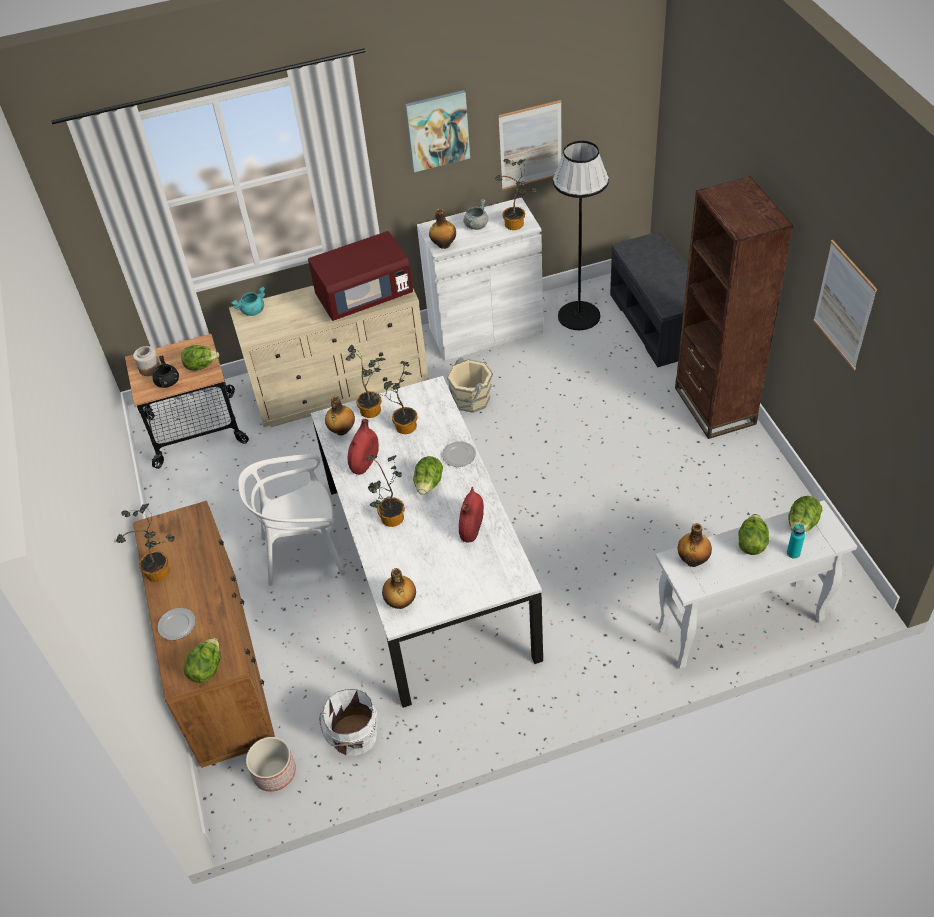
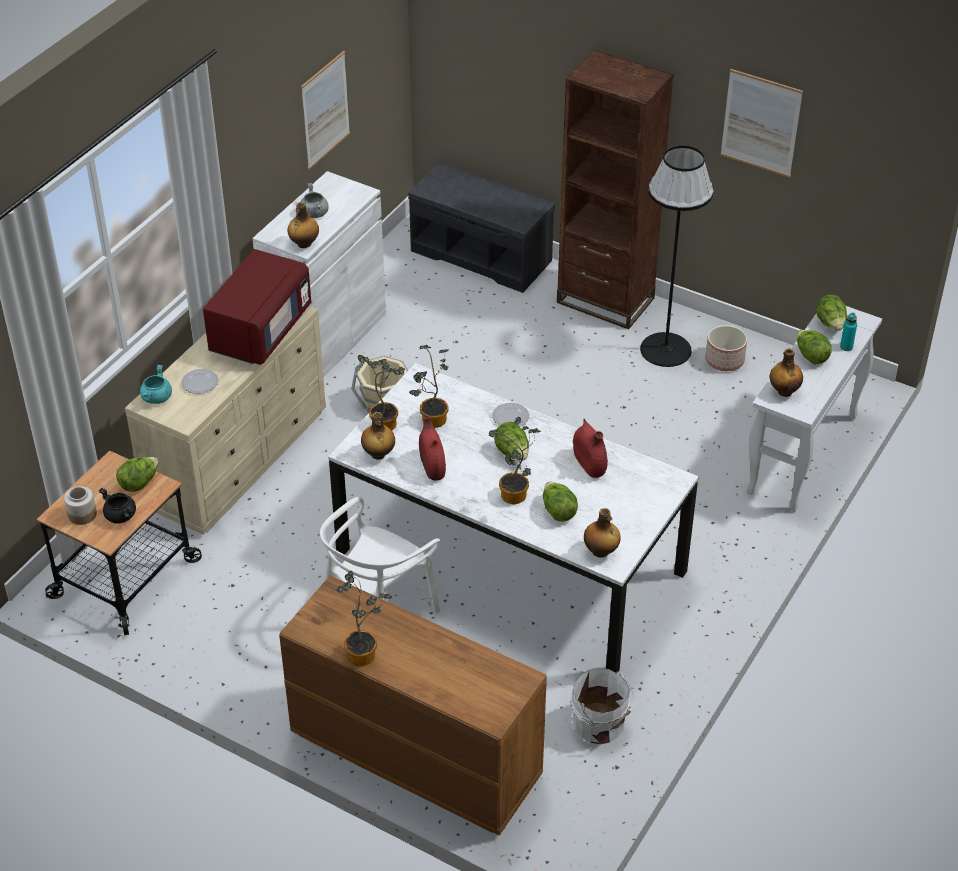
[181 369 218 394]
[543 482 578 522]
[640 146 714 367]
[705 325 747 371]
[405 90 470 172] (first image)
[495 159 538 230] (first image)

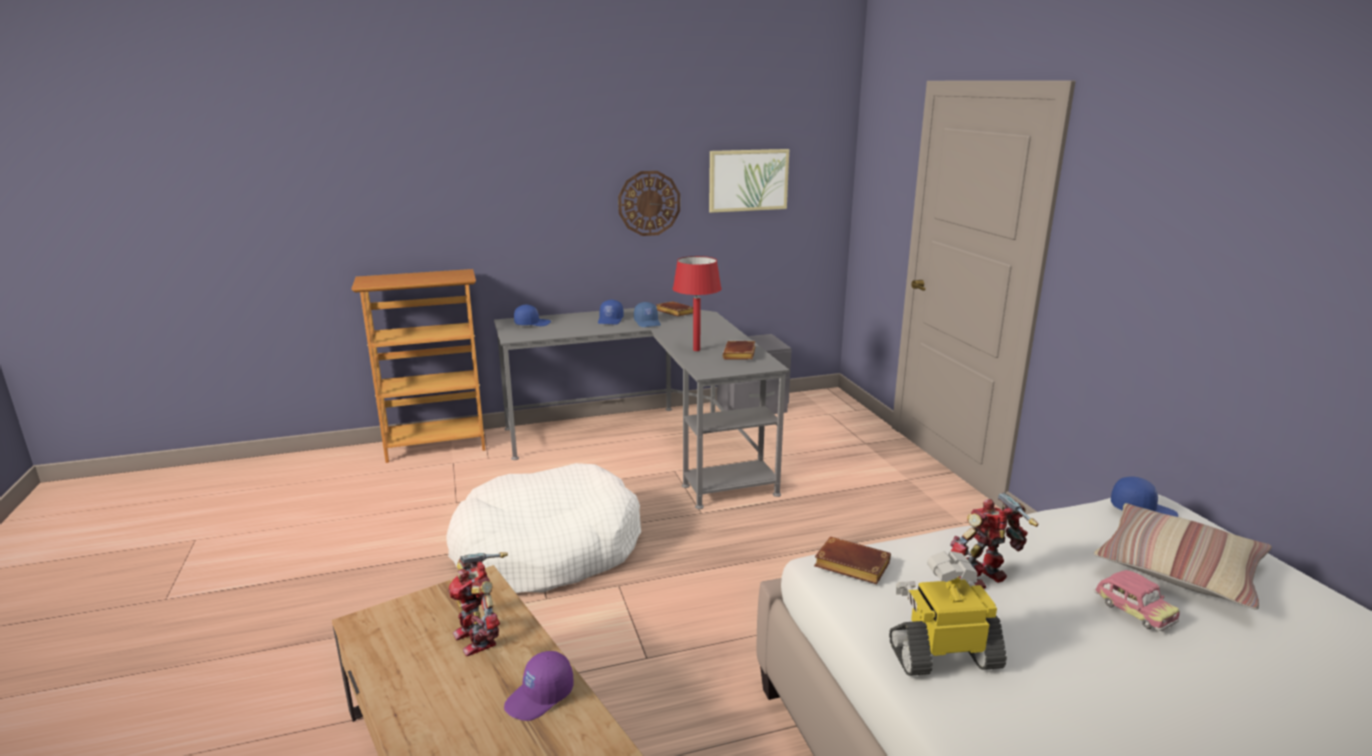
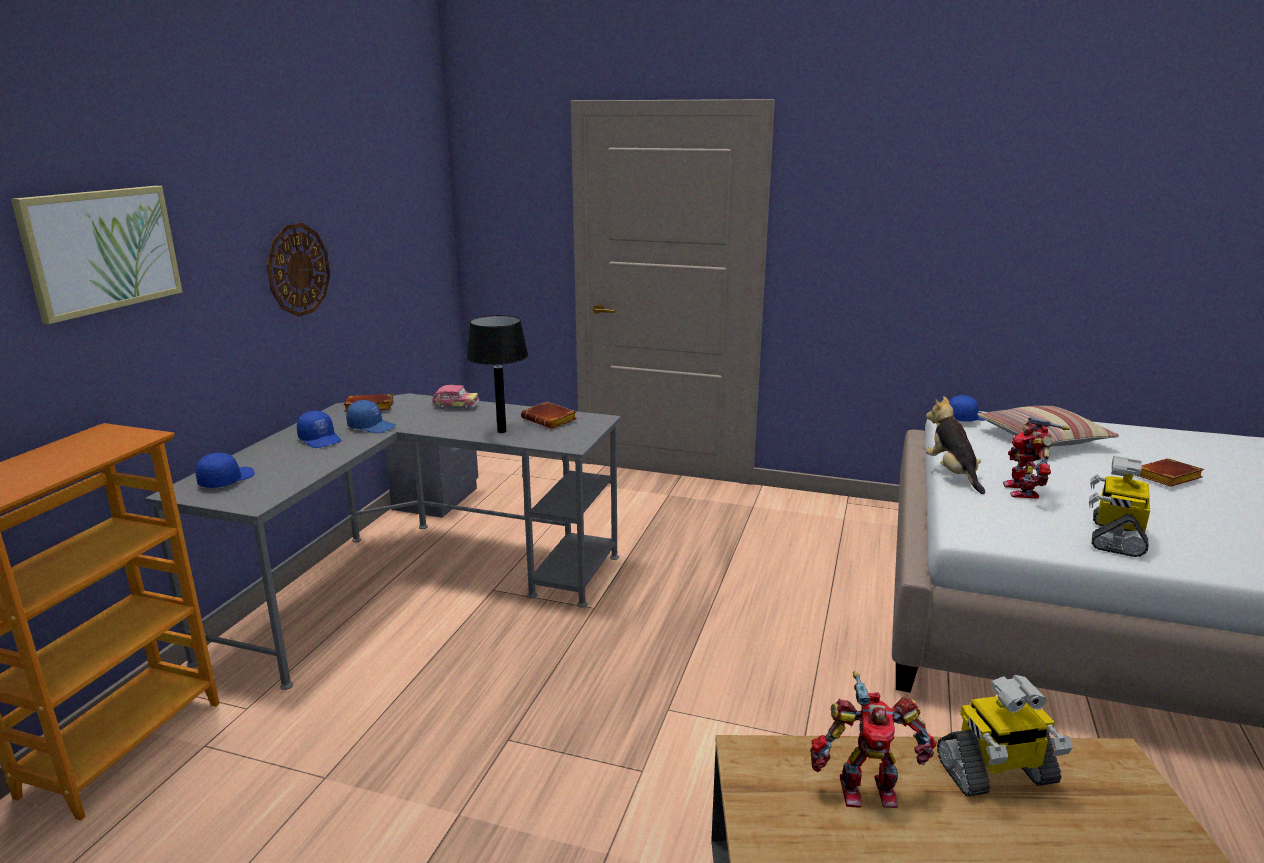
[11 186 182 324]
[431 385 479 410]
[466 315 528 433]
[926 396 985 494]
[937 675 1073 796]
[1136 459 1204 487]
[446 463 641 593] (first image)

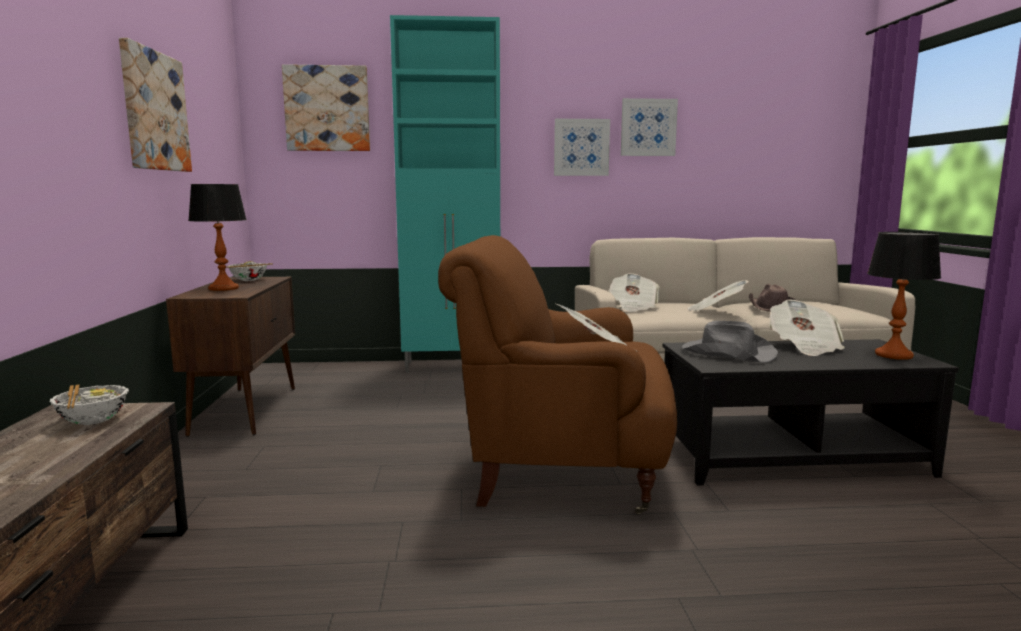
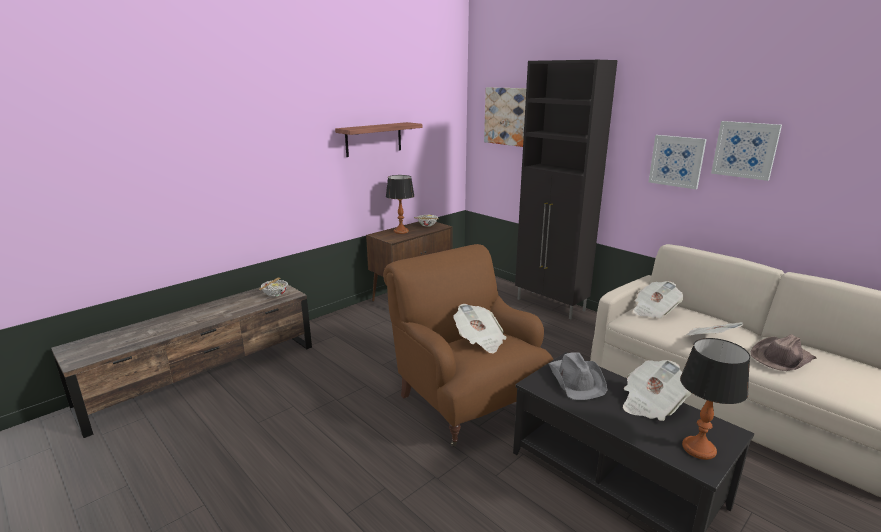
[335 122 422 157]
[515 60 618 319]

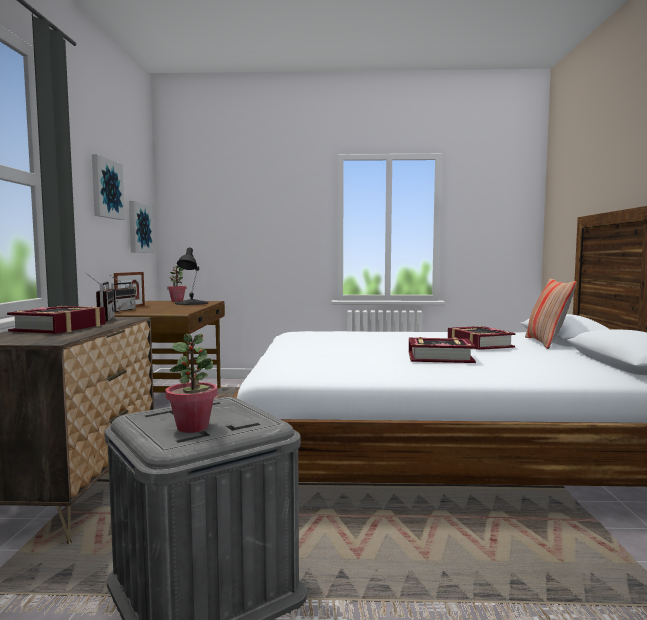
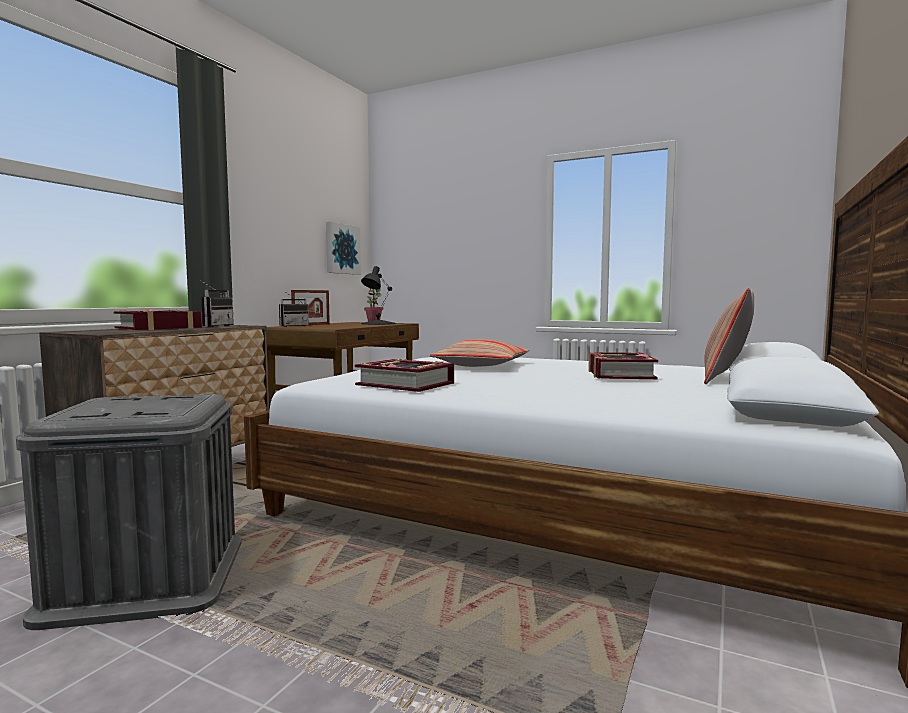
[355 359 454 392]
[430 339 529 367]
[92 154 125 220] (first image)
[165 333 218 433] (first image)

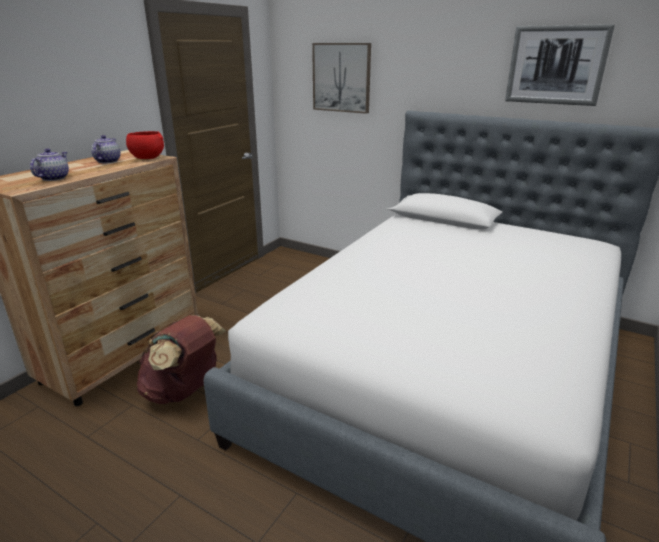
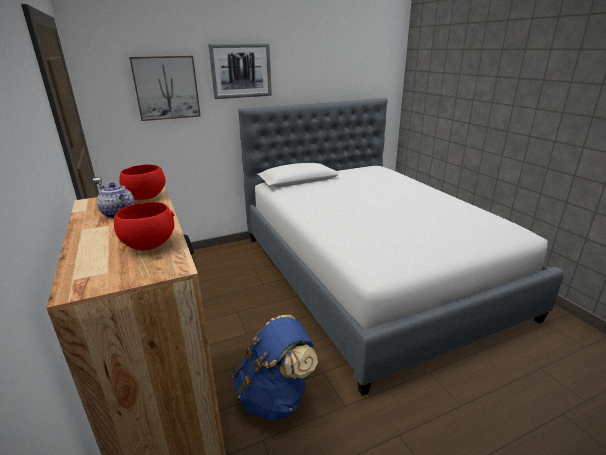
[114 202 174 250]
[208 43 272 99]
[232 315 318 421]

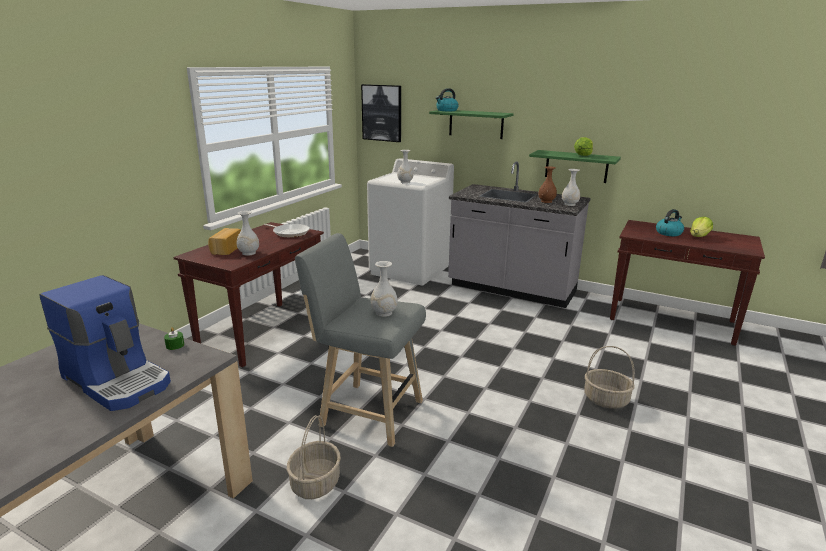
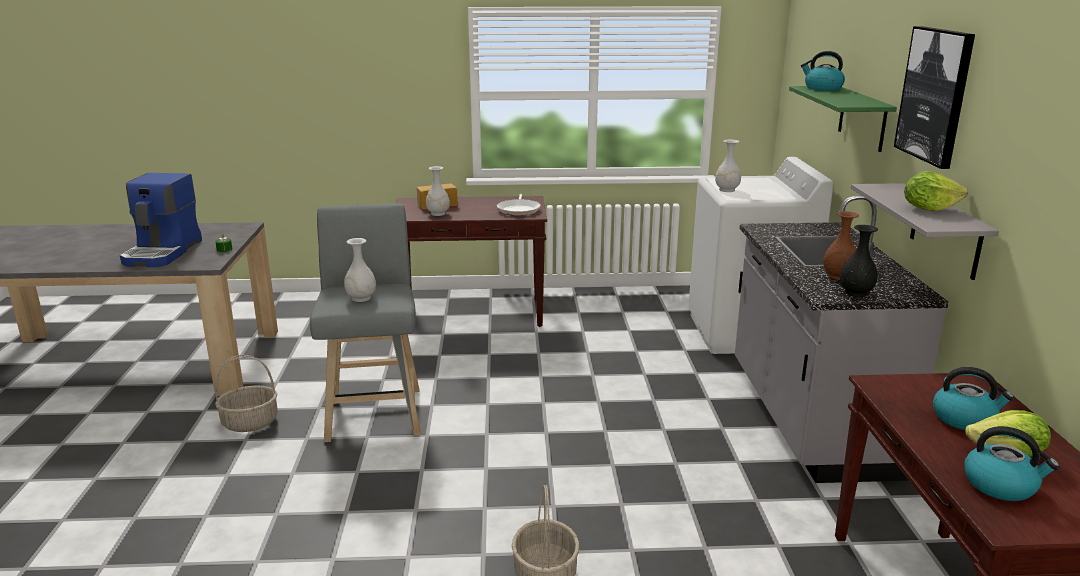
[840 225 878 297]
[851 183 999 280]
[894 26 975 169]
[964 426 1059 501]

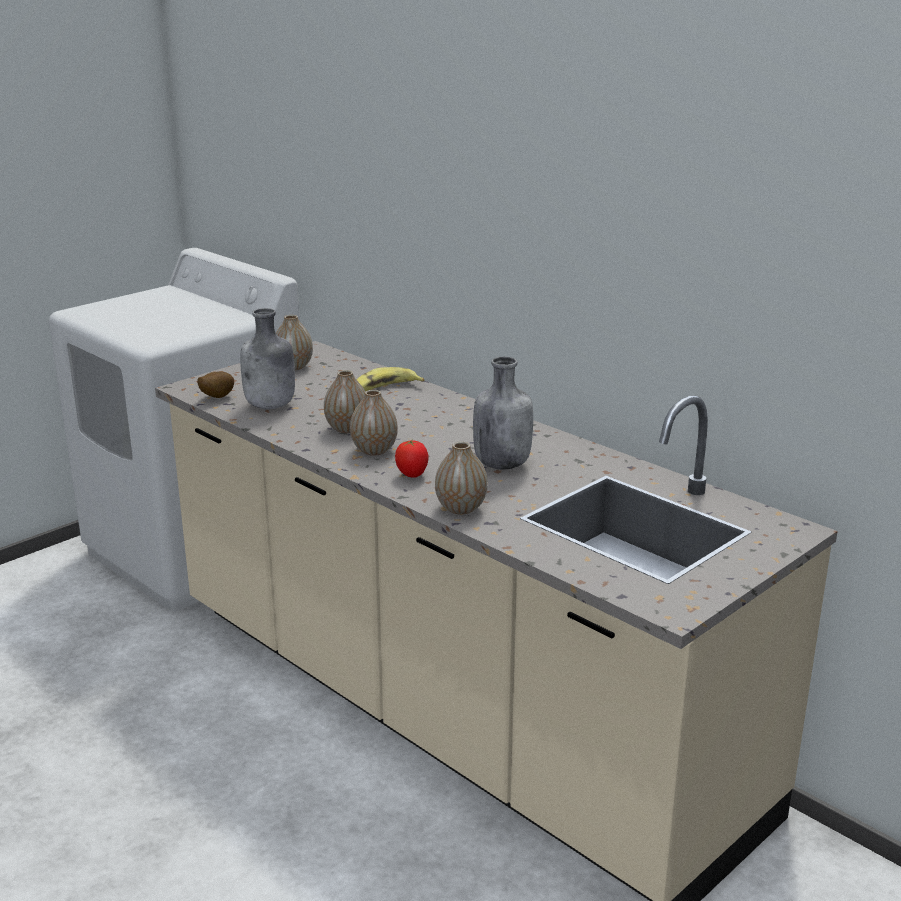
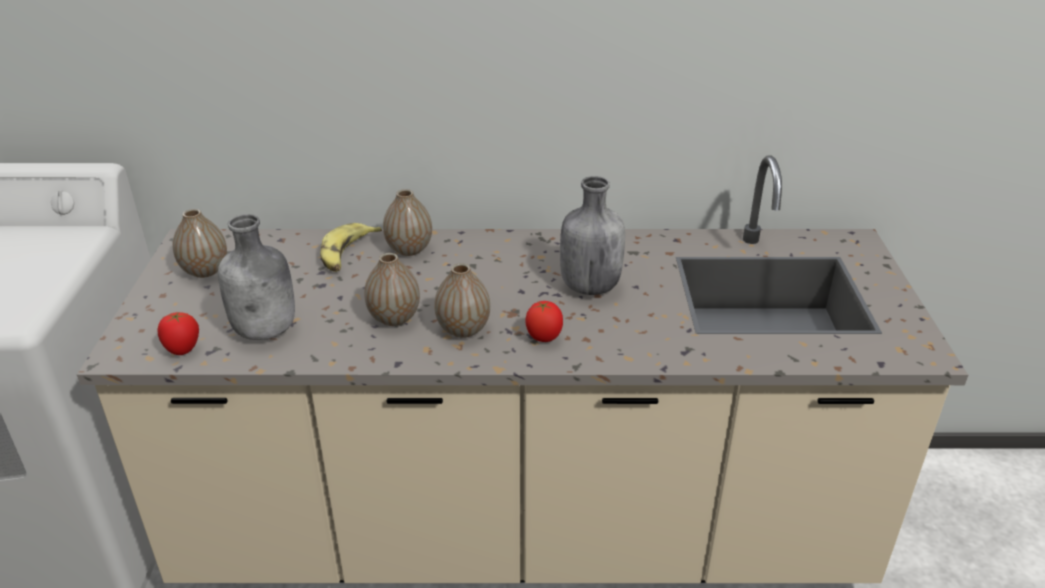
[158 311 199 355]
[383 189 432 256]

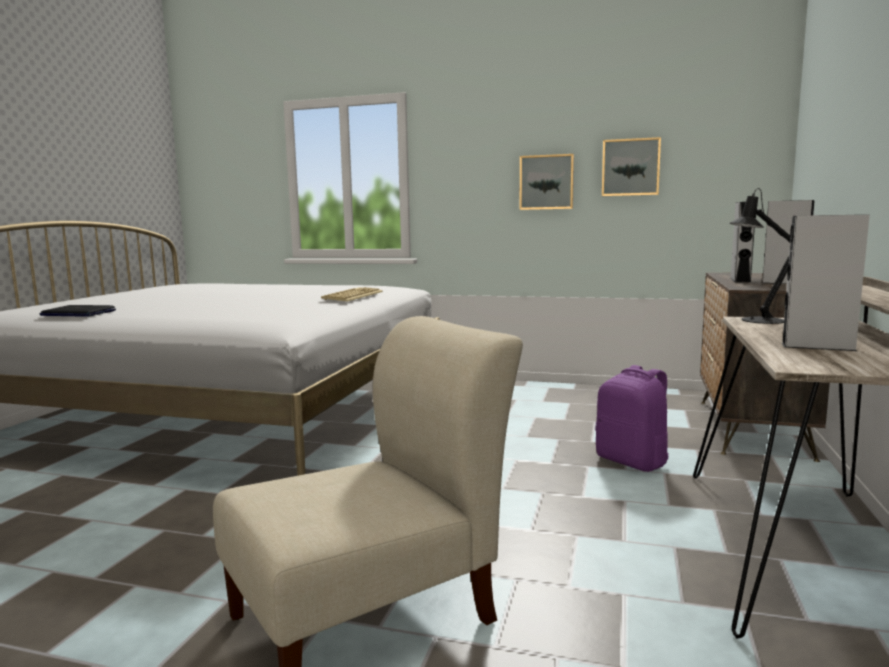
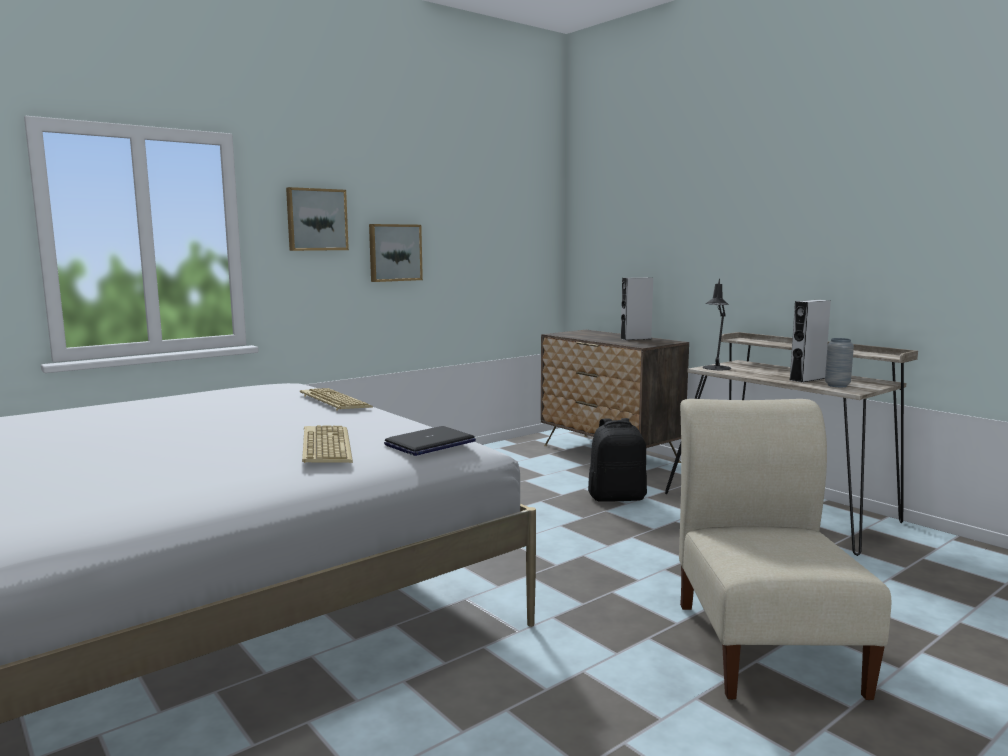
[286 187 349 251]
[302 425 353 463]
[384 426 476 456]
[588 418 647 502]
[825 338 854 387]
[730 202 755 282] (first image)

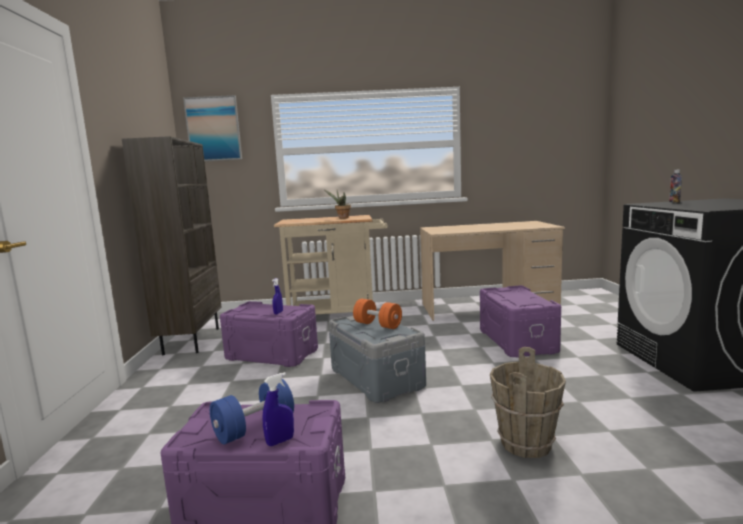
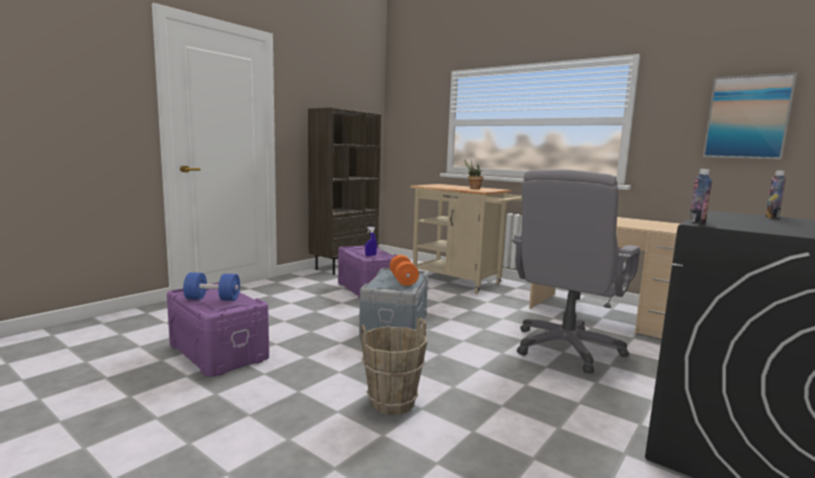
[512 169 640 373]
[689 169 712 224]
[703 73 797 159]
[263 372 294 446] (first image)

